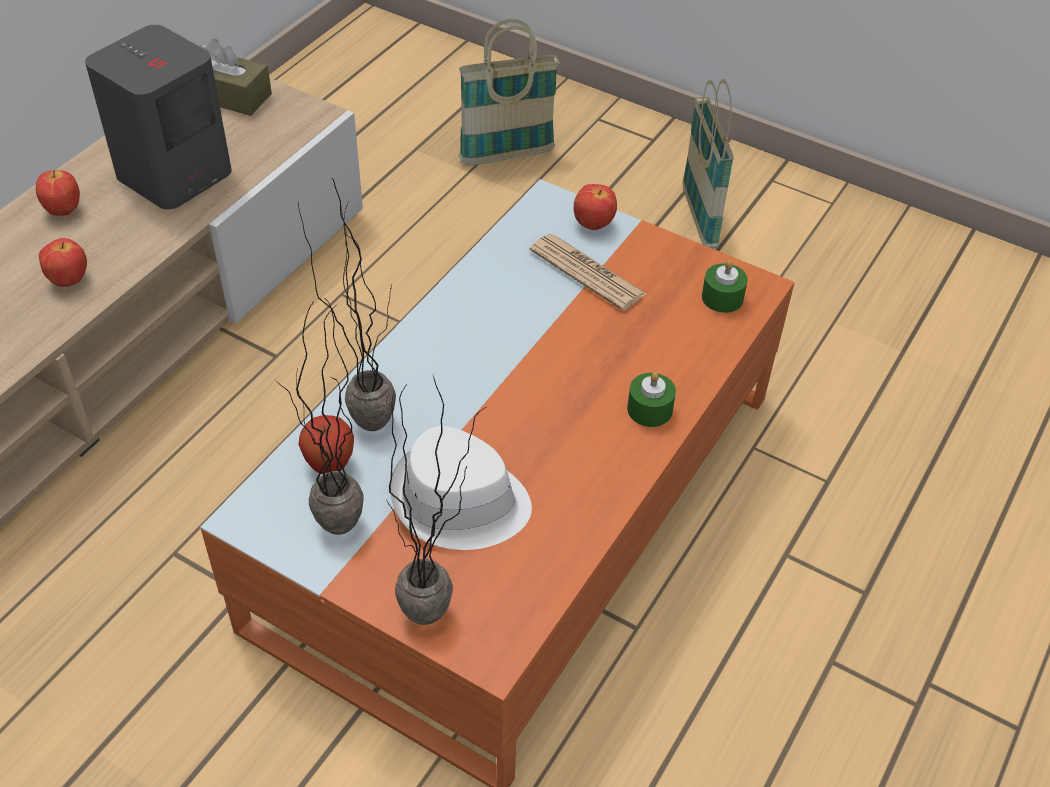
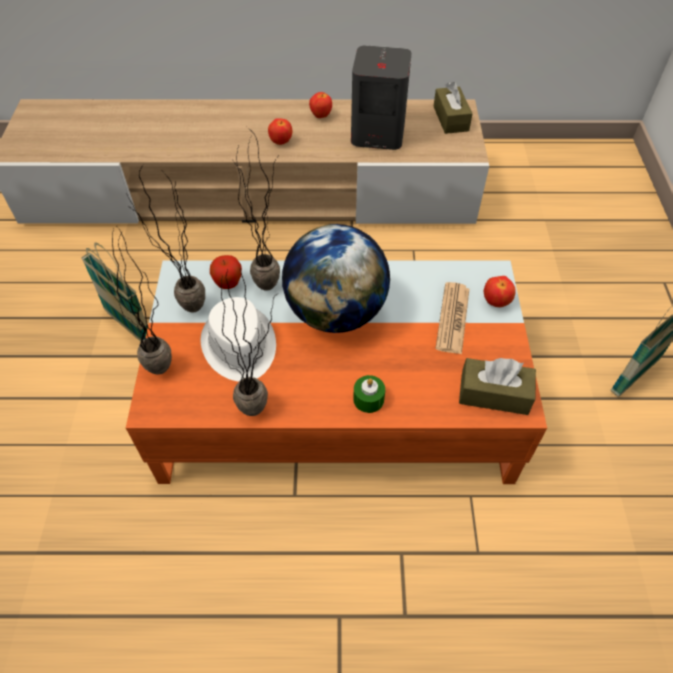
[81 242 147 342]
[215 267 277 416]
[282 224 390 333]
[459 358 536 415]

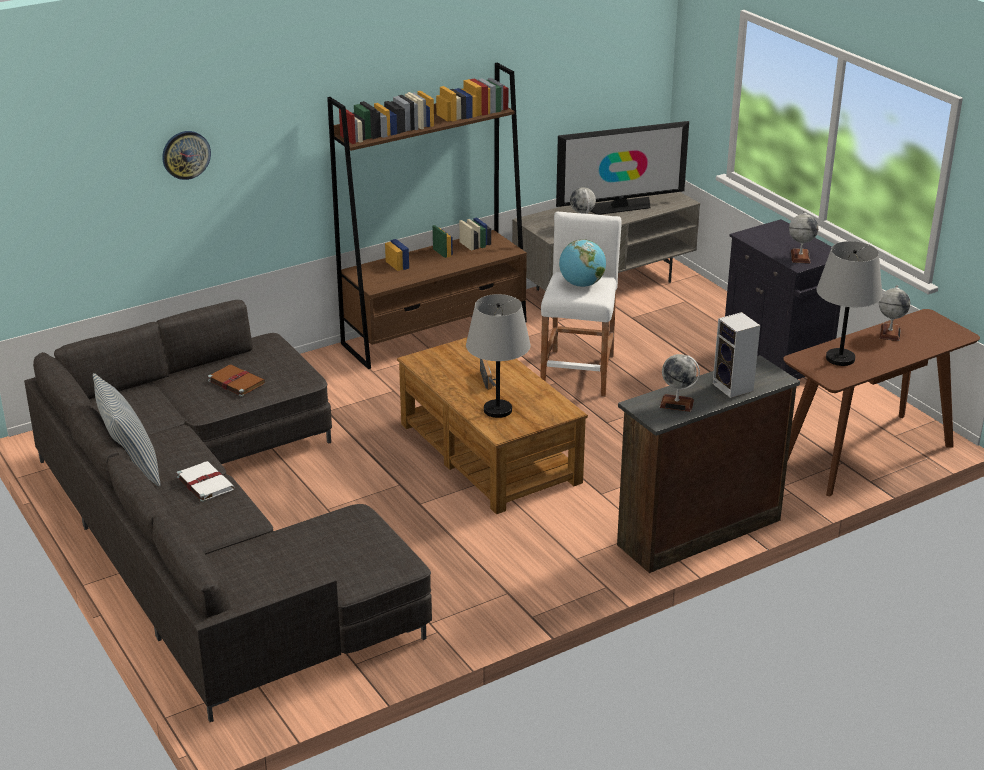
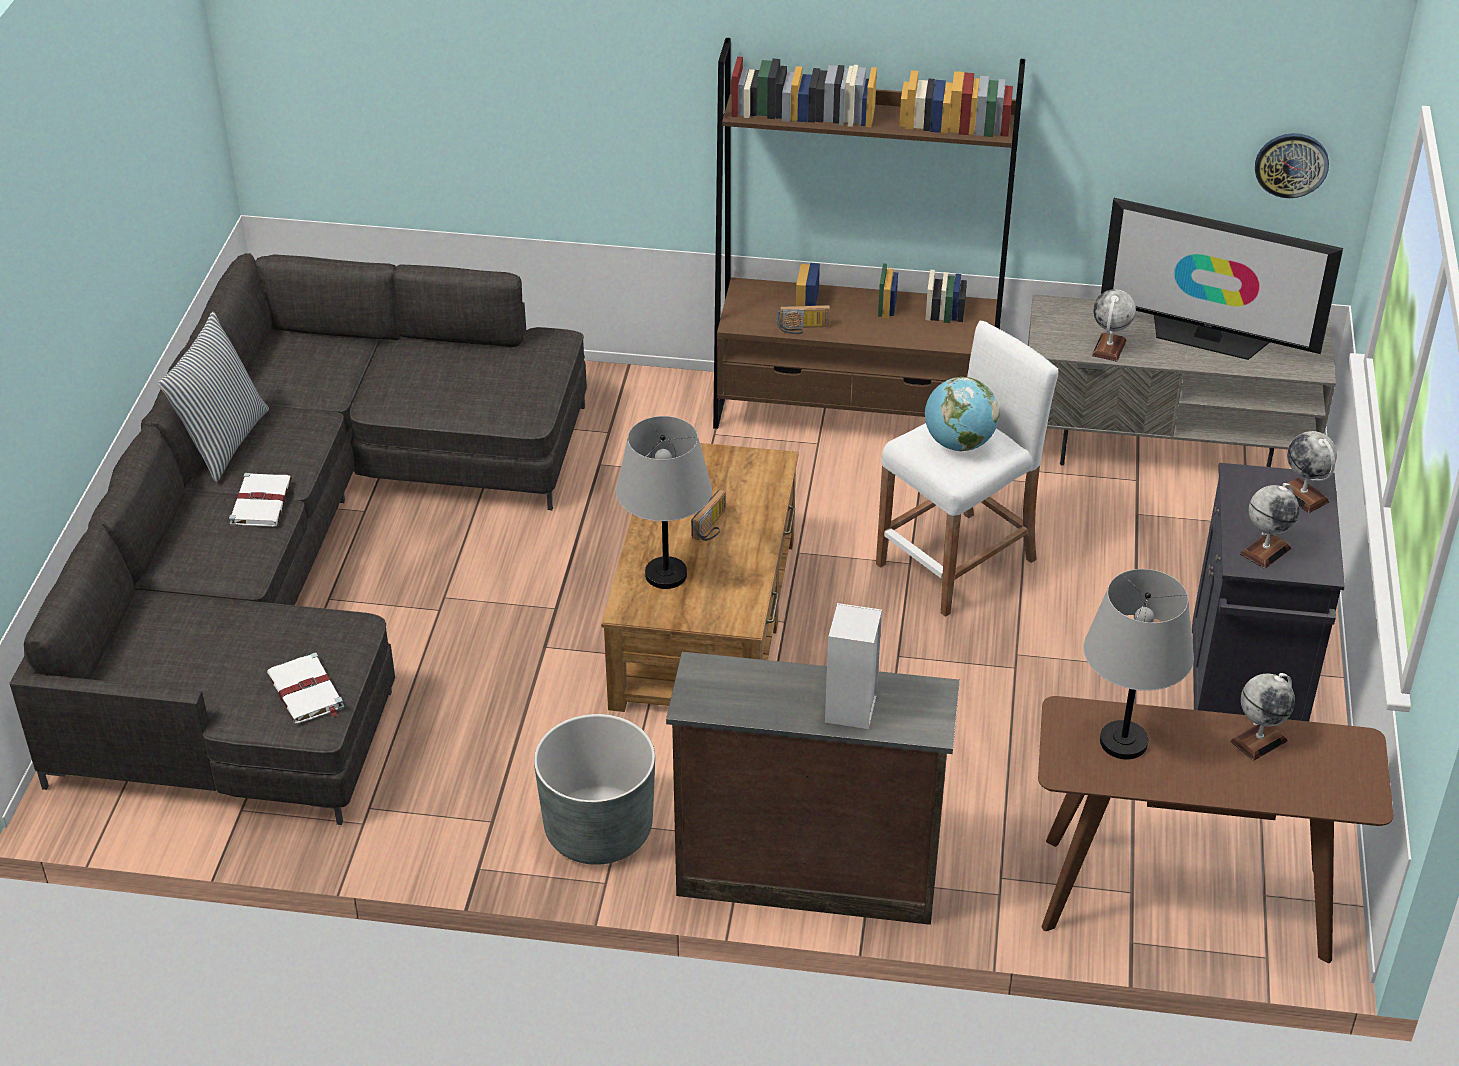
[267 652 344 724]
[534 714 655 865]
[776 305 830 334]
[1255 133 1329 198]
[1282 431 1337 513]
[208 364 265 397] (first image)

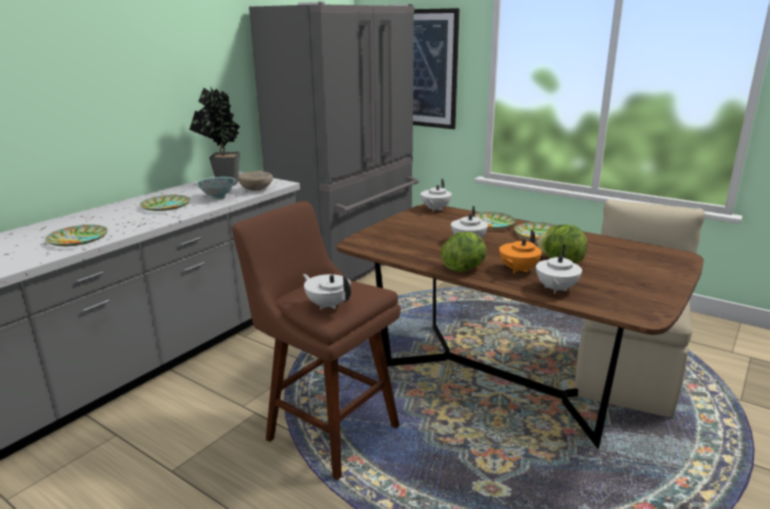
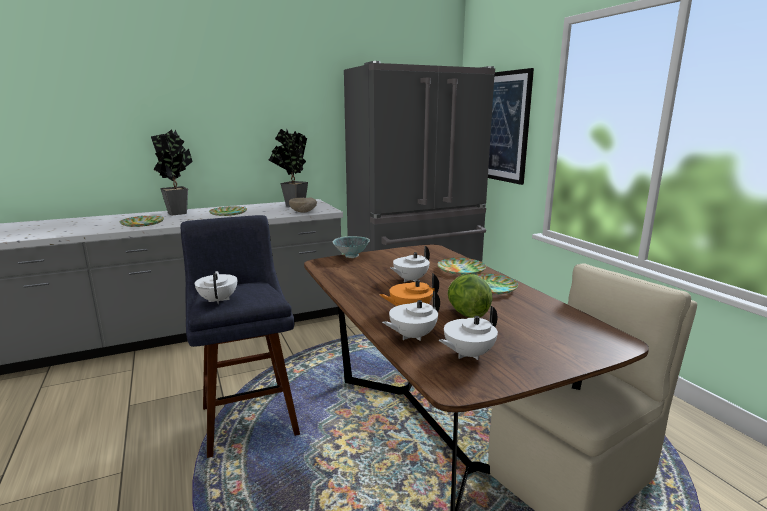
[151 130 193 216]
[181 215 300 458]
[333 236 370 258]
[439 306 498 360]
[441 232 487 272] (first image)

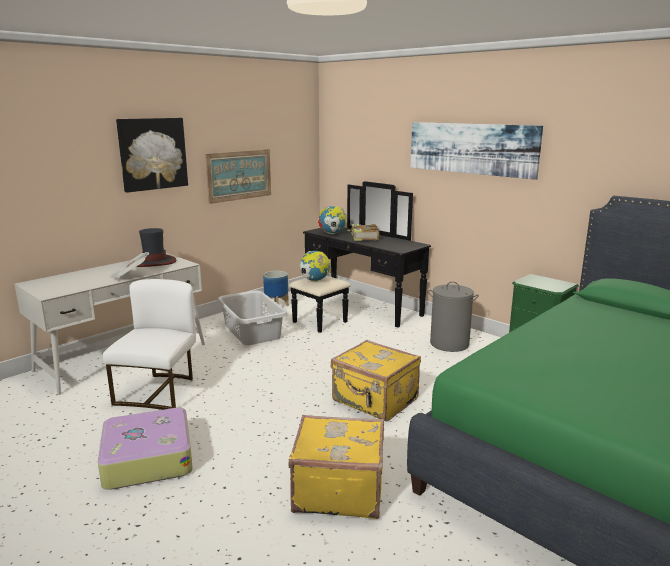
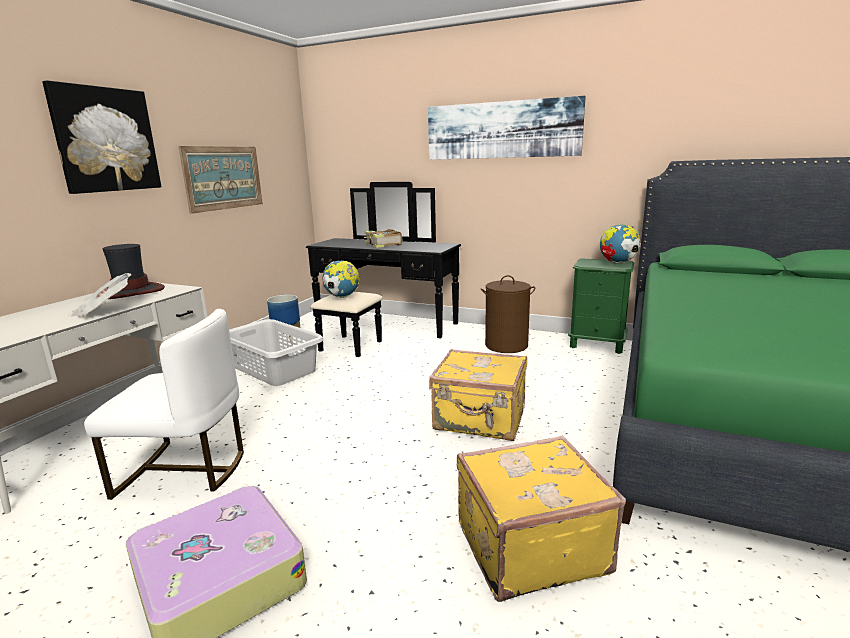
[84 309 244 500]
[481 275 535 353]
[600 224 640 264]

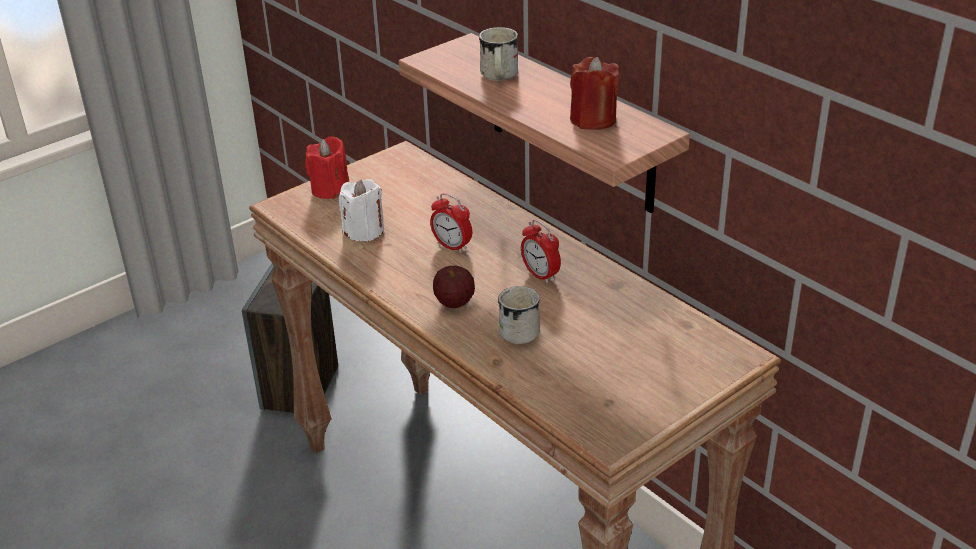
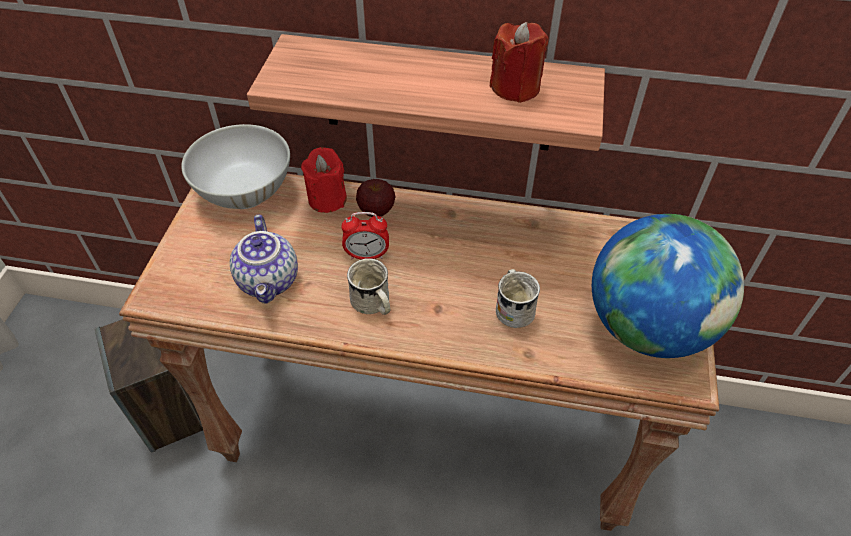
[181 124 290 209]
[230 215 298 304]
[301 147 347 213]
[347 258 390 315]
[356 179 396 217]
[592 214 744 358]
[521 220 561 284] (first image)

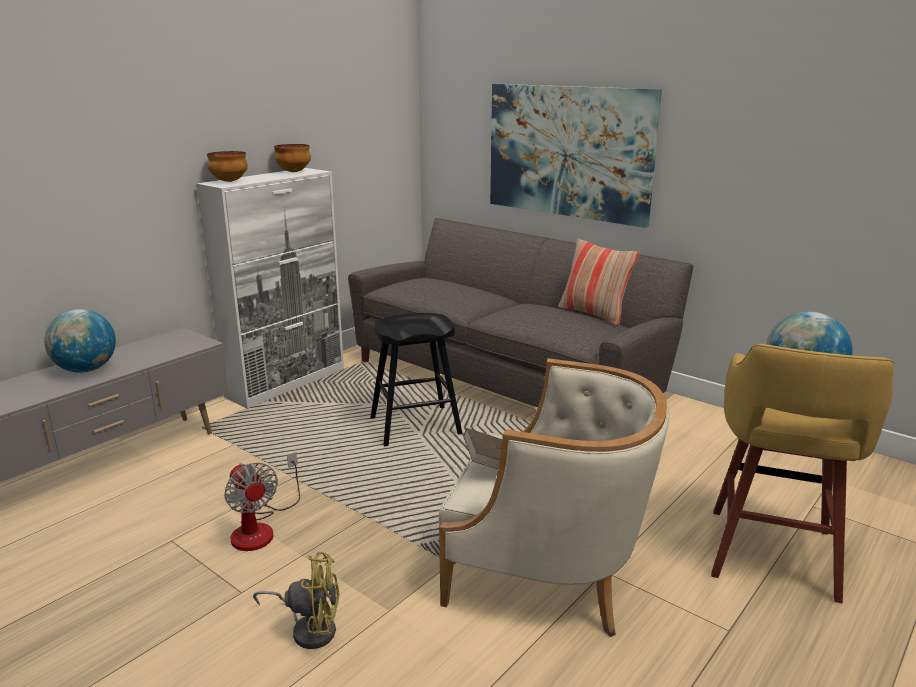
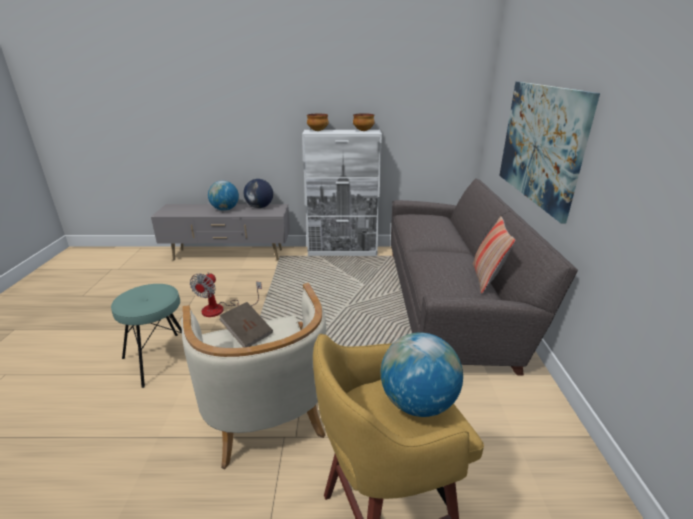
[111 284 182 388]
[243 179 273 208]
[370 313 462 446] (first image)

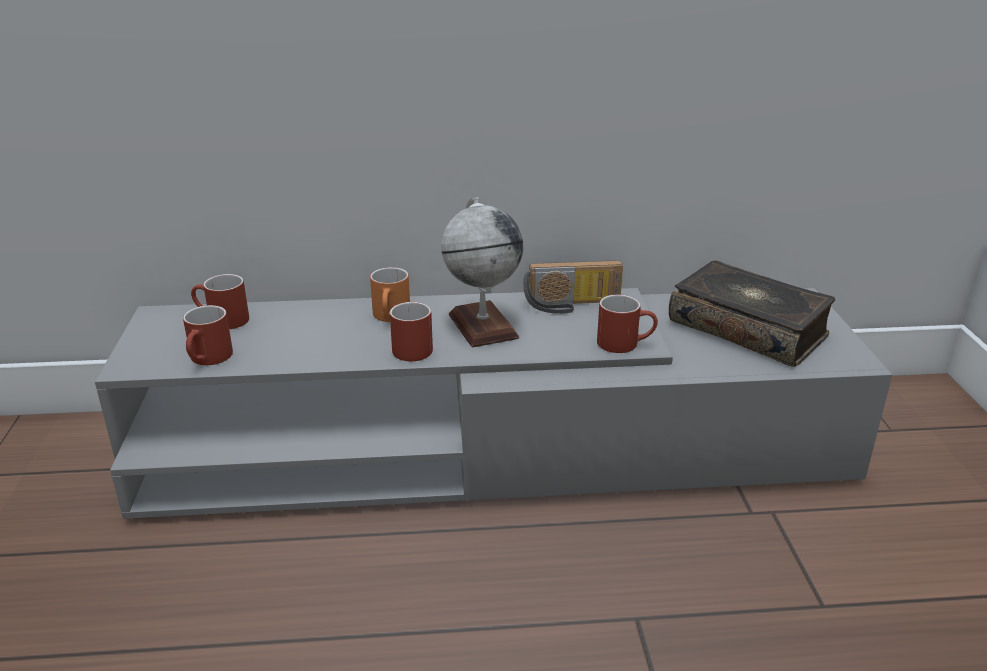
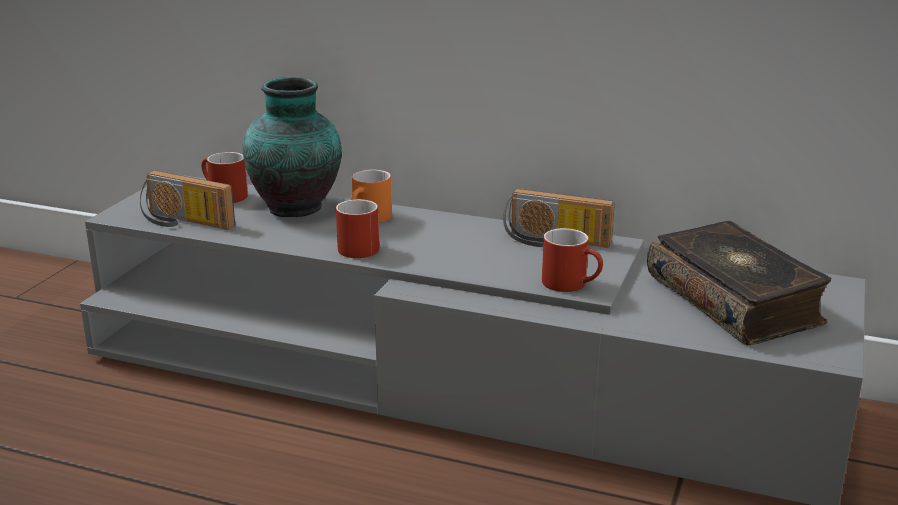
[140 170 235 230]
[243 77 342 217]
[441 197 523 347] (first image)

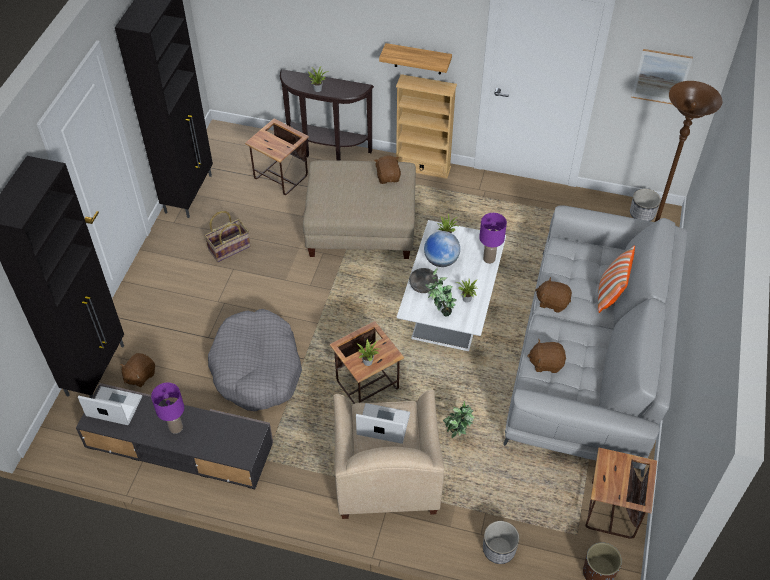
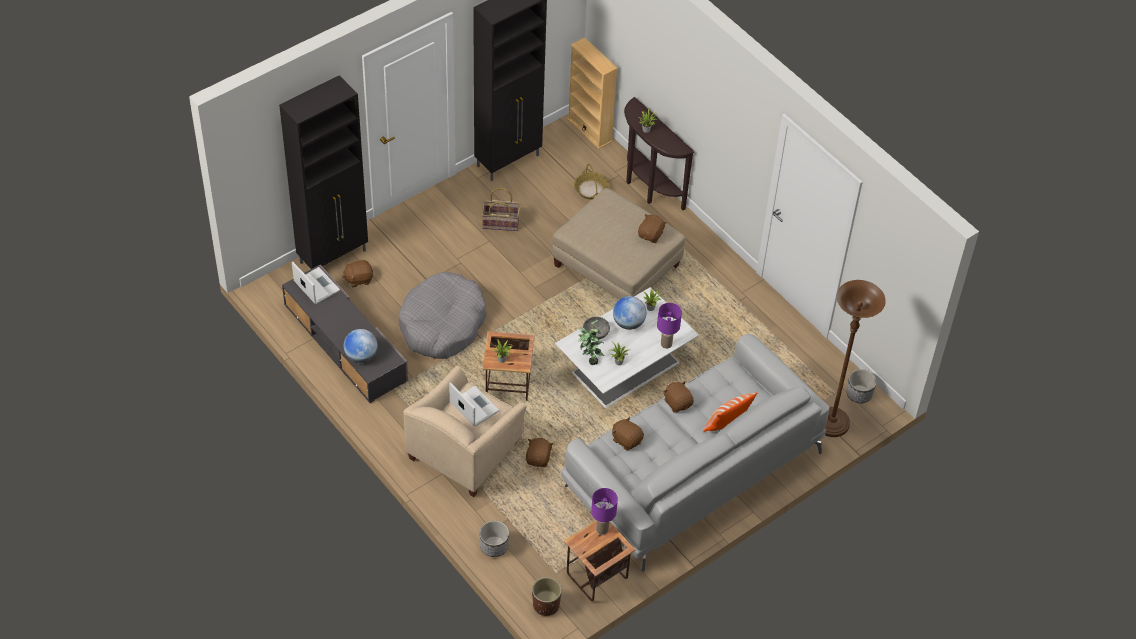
[344 329 378 363]
[526 438 553 467]
[567 37 618 149]
[574 164 609 200]
[591 488 618 535]
[379 43 452 75] (first image)
[631 49 693 105] (first image)

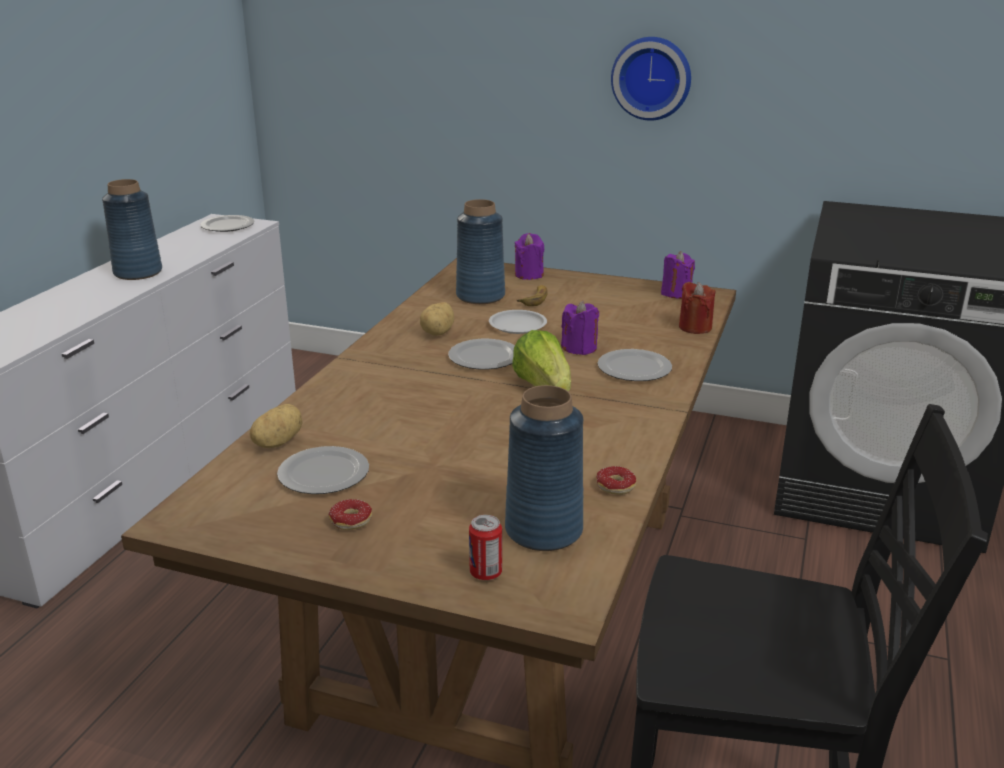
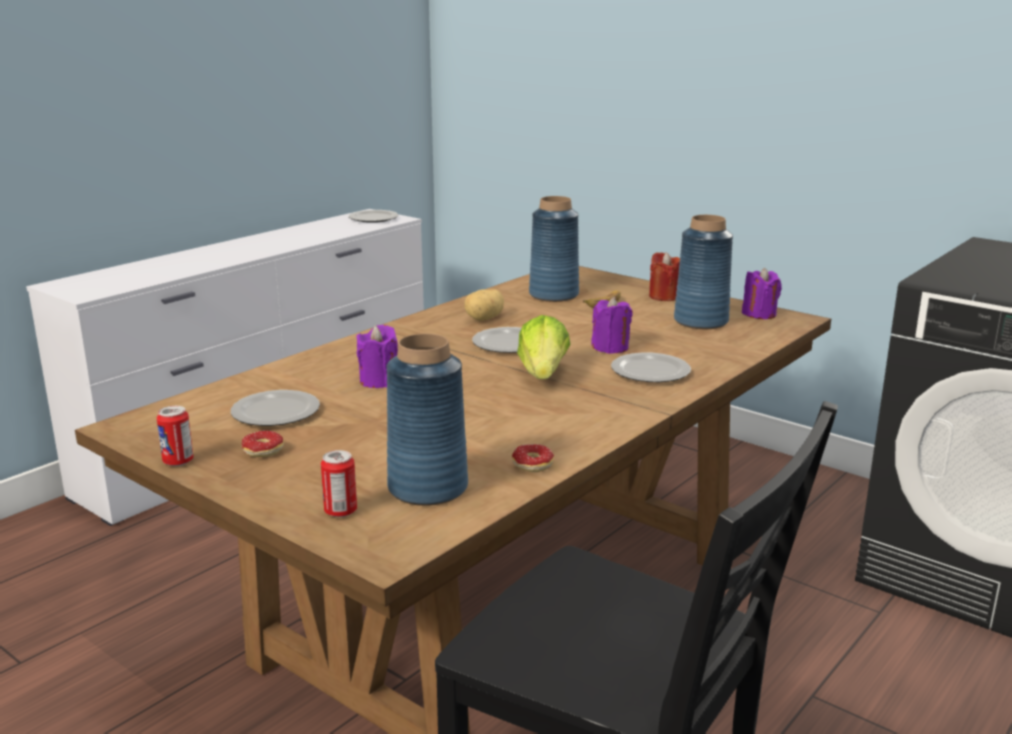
[157 406 194 466]
[357 325 398 388]
[649 252 680 301]
[674 215 733 329]
[249 404 303 448] (first image)
[489 310 547 334] (first image)
[611 37 691 121] (first image)

